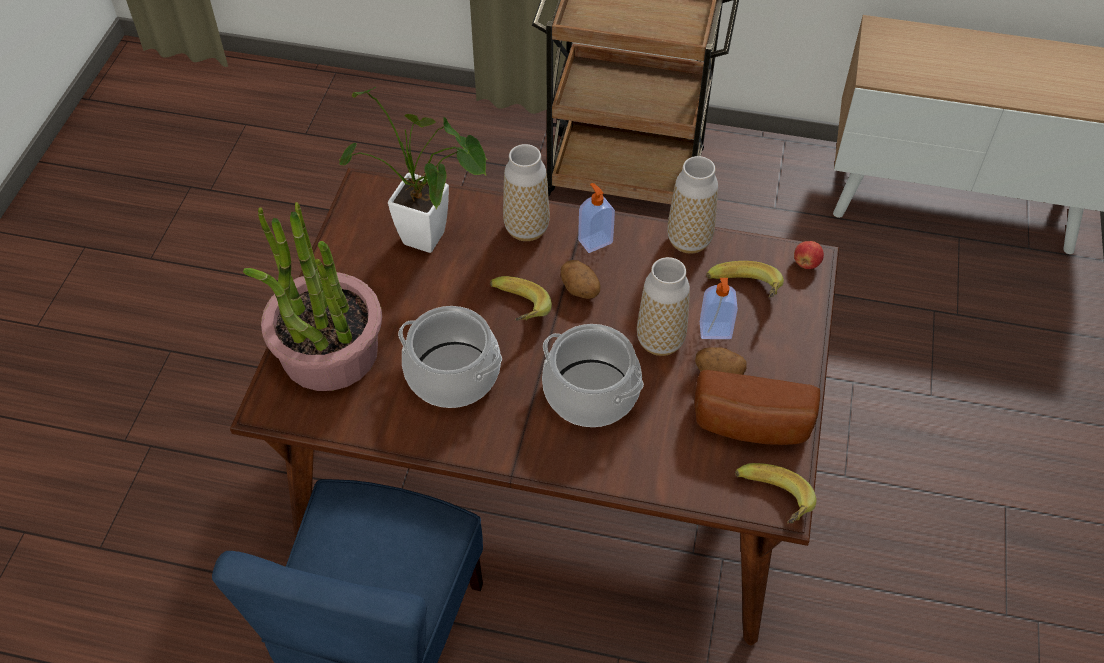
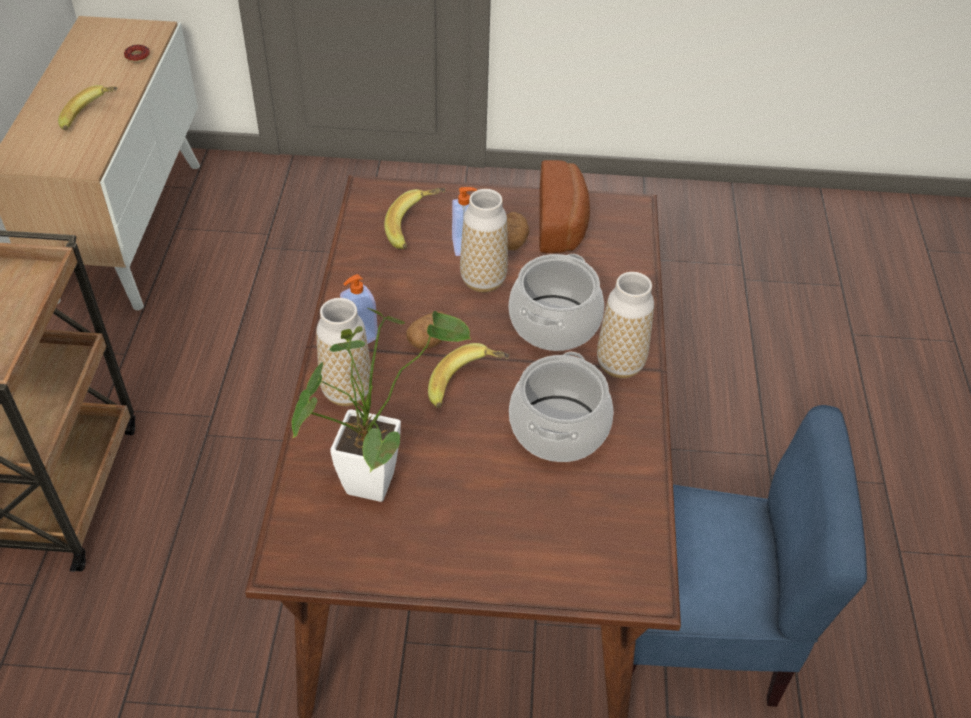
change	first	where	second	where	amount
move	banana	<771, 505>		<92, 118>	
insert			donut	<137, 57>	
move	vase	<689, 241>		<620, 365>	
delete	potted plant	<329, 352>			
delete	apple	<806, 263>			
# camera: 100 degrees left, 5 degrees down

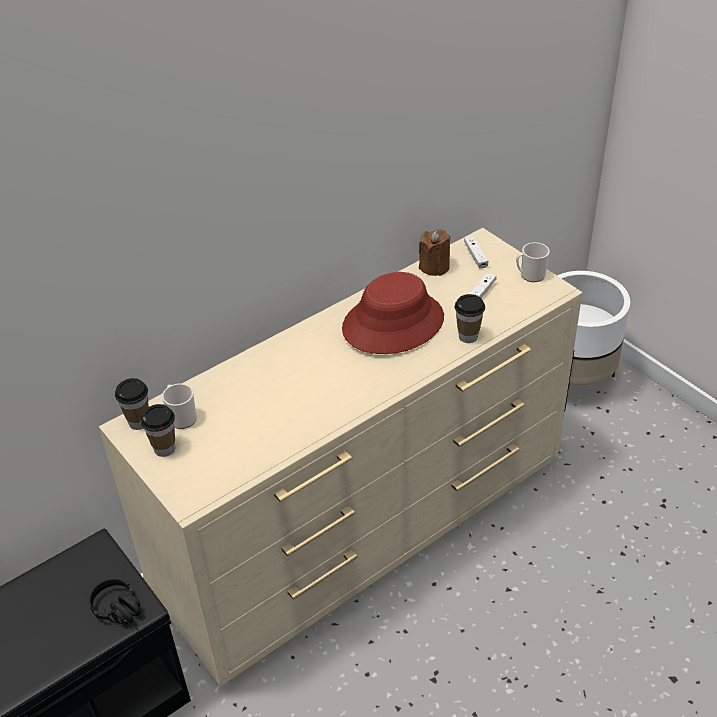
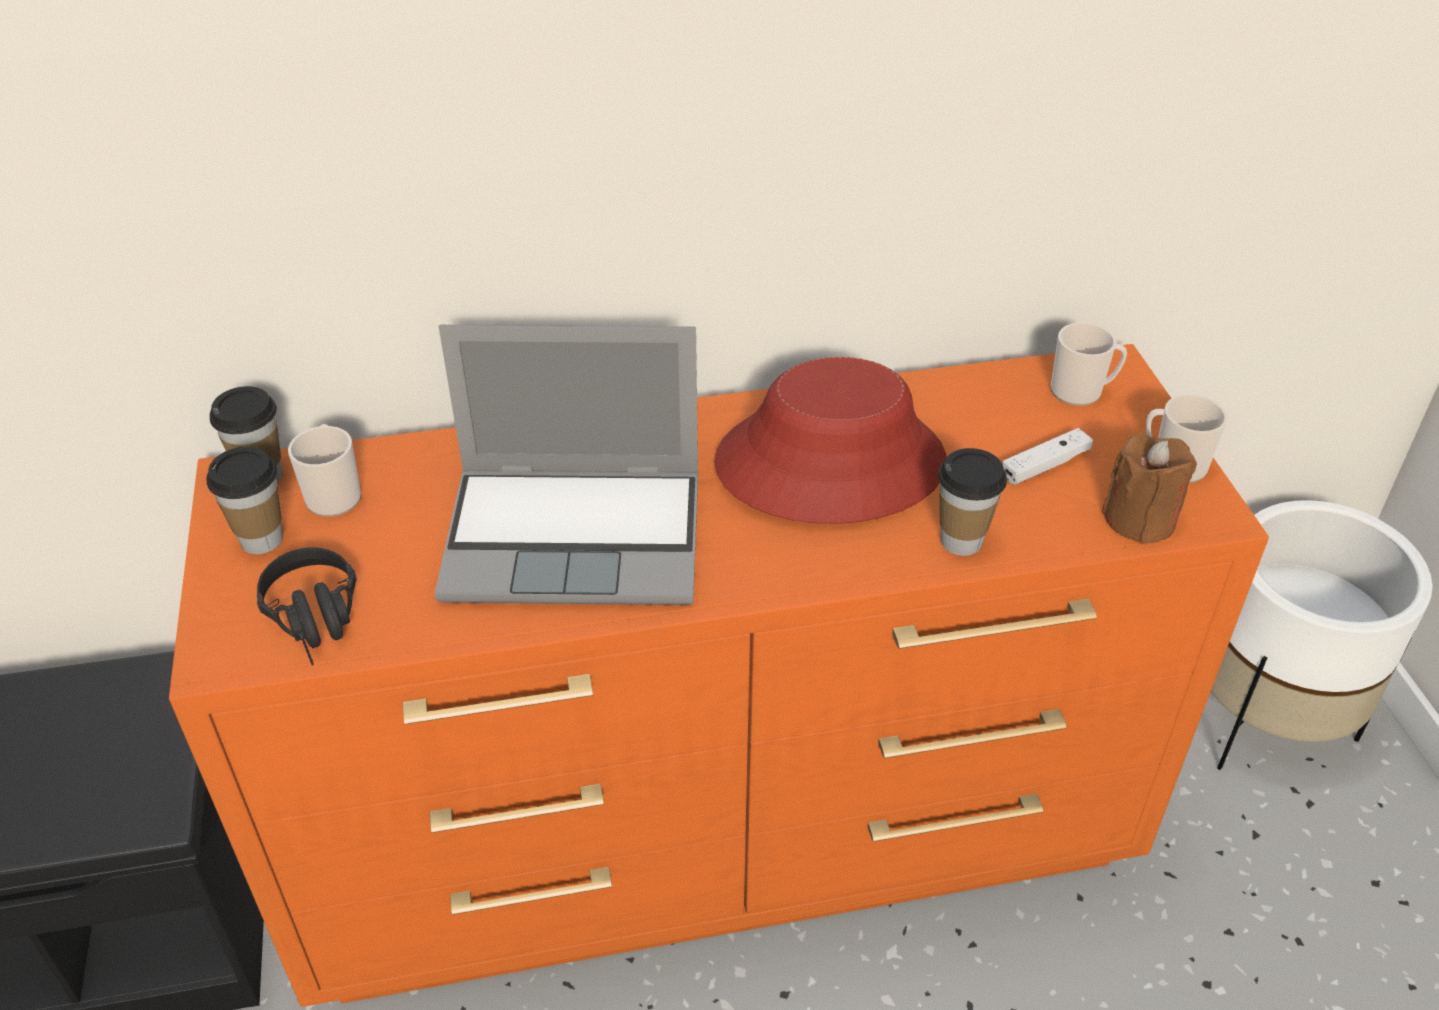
change	first	where	second	where	amount
recolor	beige dresser	<366, 532>	orange dresser	<722, 840>	
move	black headphones	<123, 612>		<318, 623>	
insert			laptop	<578, 536>	
replace	white game controller	<475, 256>	mug	<1082, 391>	
move	brown candle	<434, 267>		<1140, 519>	
# camera: 25 degrees right, 0 degrees up

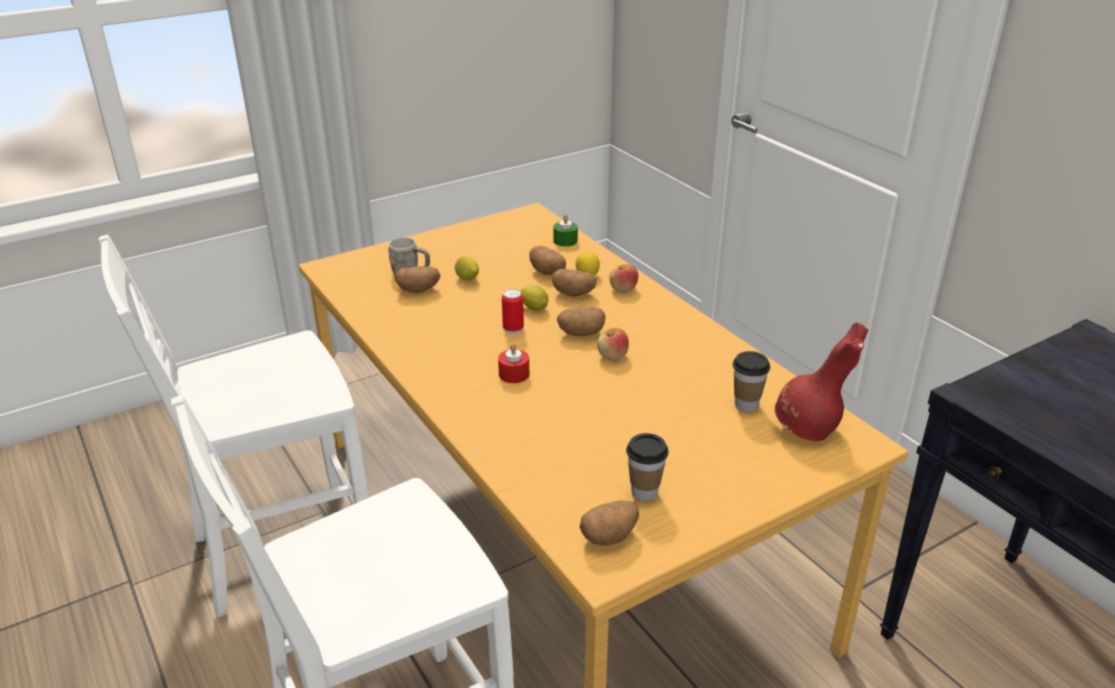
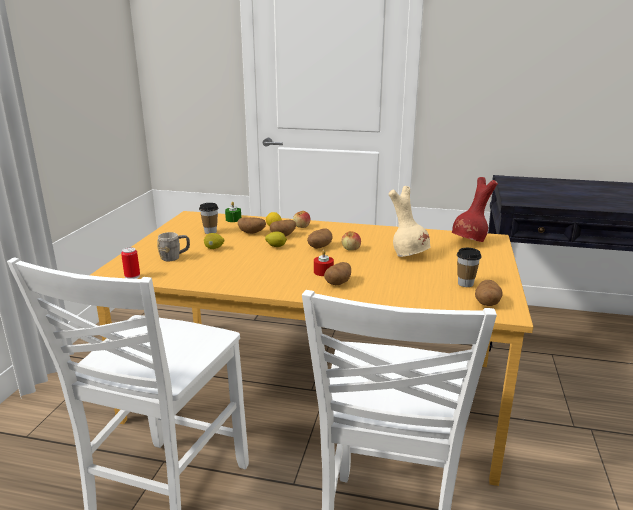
change	first	where	second	where	amount
move	can	<513, 329>		<132, 276>	
move	cup	<746, 405>		<210, 232>	
move	potato	<418, 290>		<338, 283>	
insert			beige vase	<409, 255>	
# camera: 45 degrees left, 10 degrees down

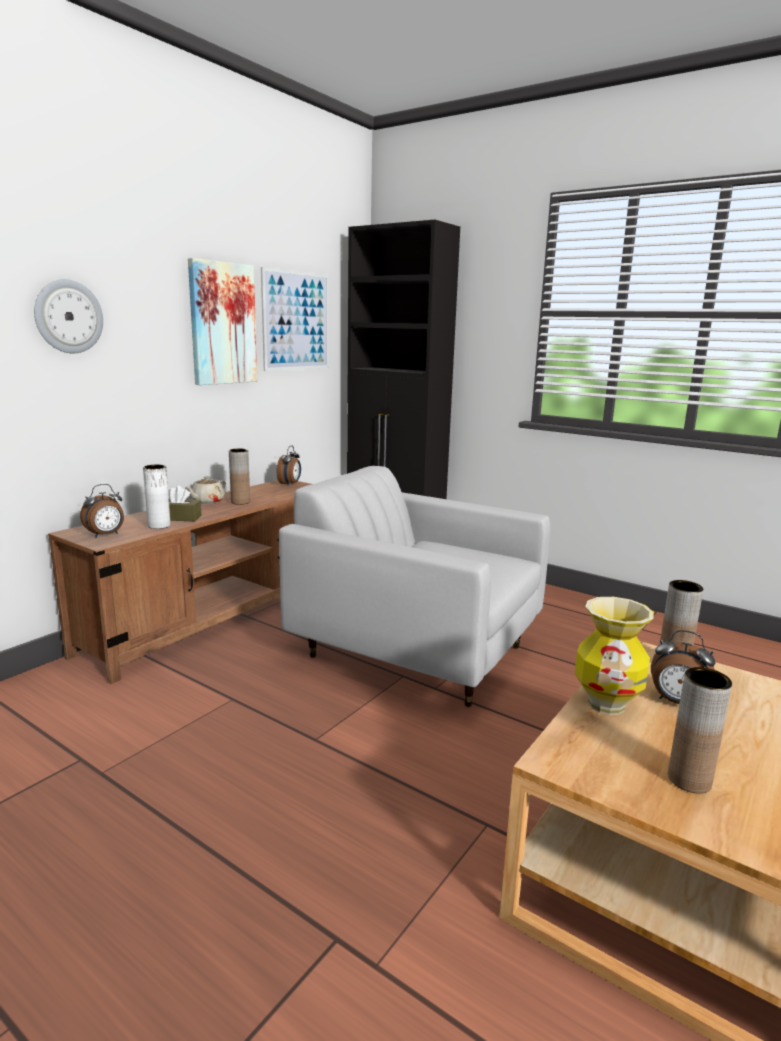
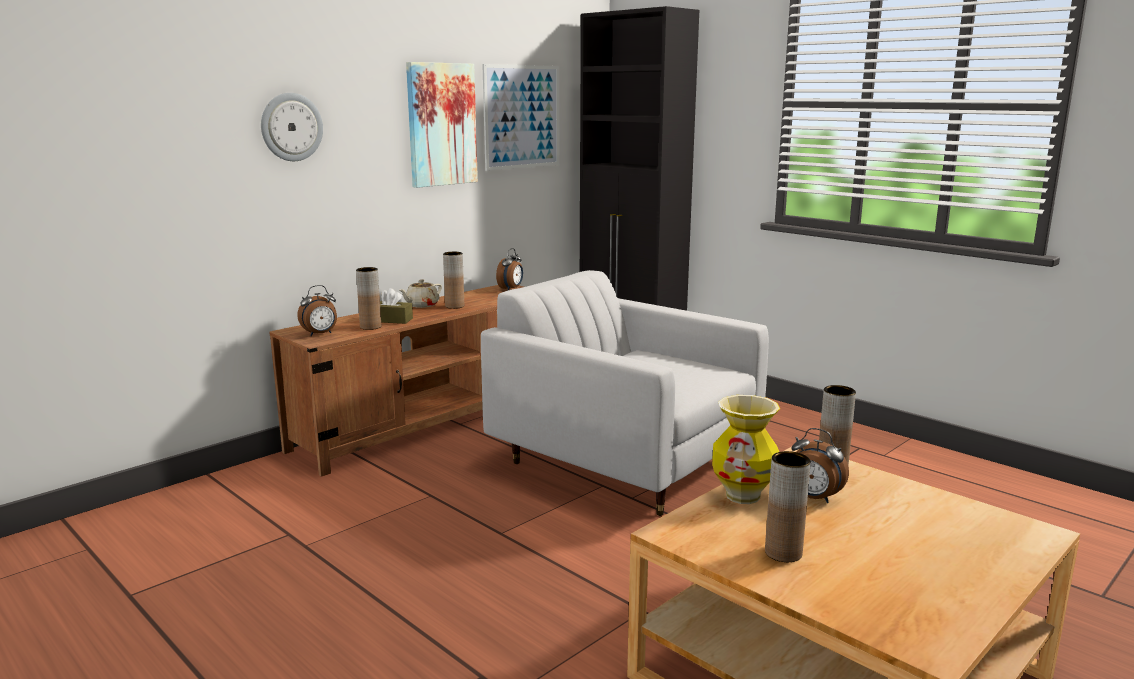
change	first	where	second	where	amount
recolor	white vase	<159, 526>	brown vase	<370, 327>	
# camera: 10 degrees right, 0 degrees up

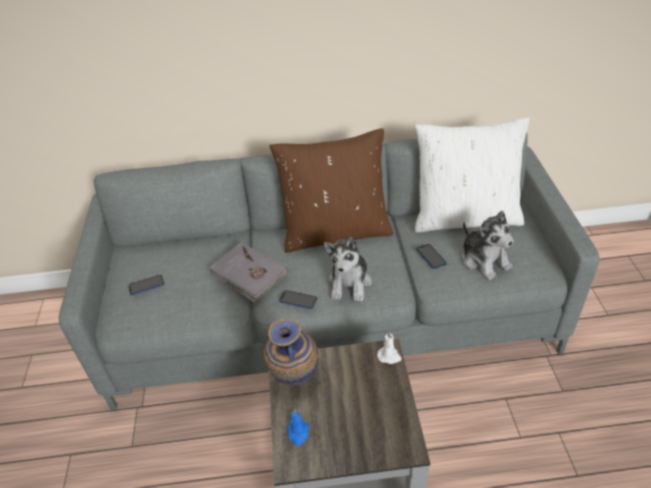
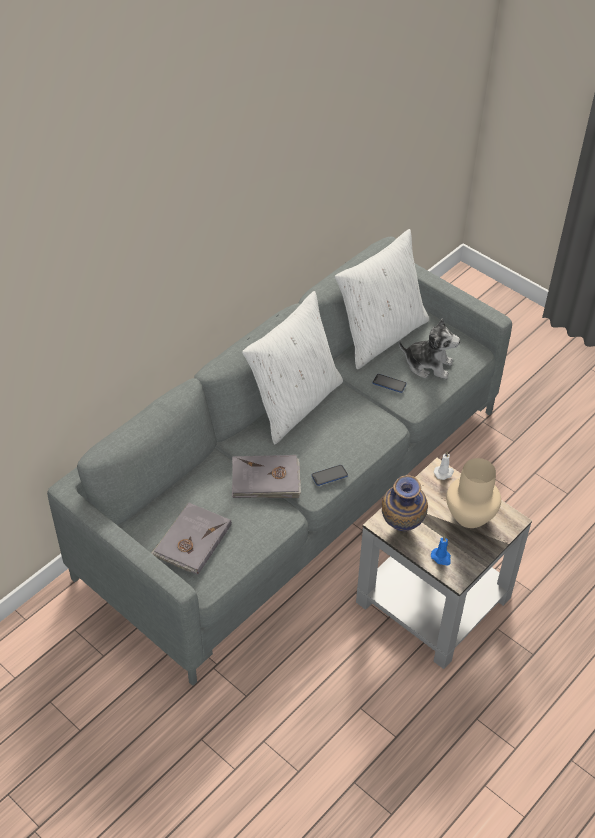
change	first	where	second	where	amount
replace	phone	<146, 285>	grey book	<191, 540>	
recolor	brown pillow	<336, 232>	white pillow	<294, 403>	
insert			beige vase	<470, 516>	
delete	plush toy	<350, 282>			
# camera: 45 degrees left, 5 degrees up

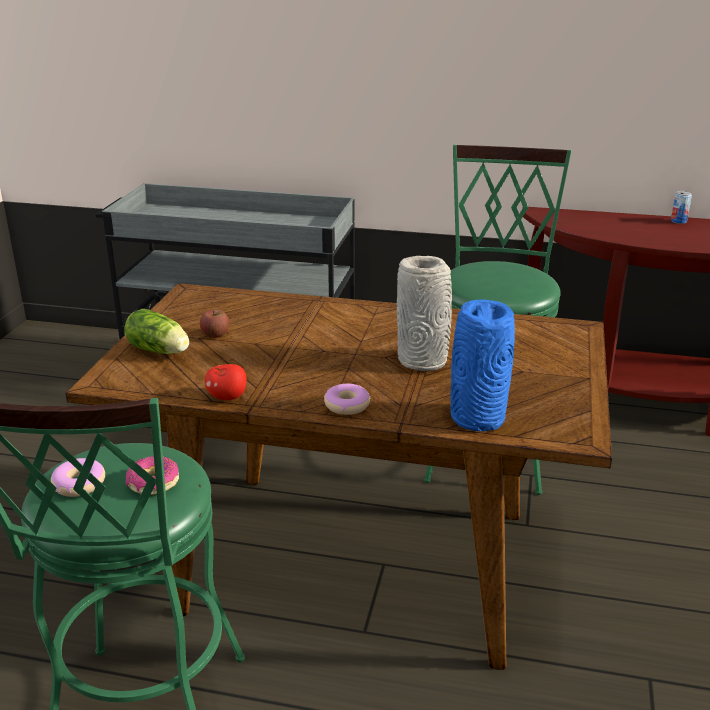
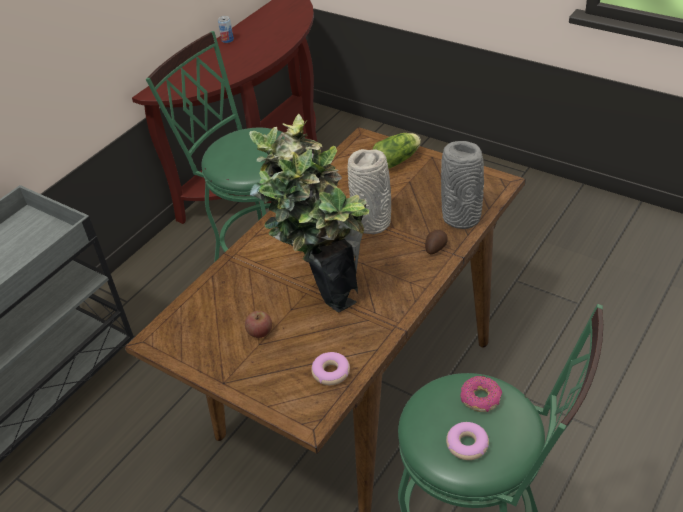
change	first	where	second	where	amount
insert			potted plant	<321, 287>	
move	donut	<347, 405>		<331, 372>	
move	lettuce	<160, 351>		<398, 159>	
insert			potato	<435, 247>	
recolor	blue vase	<477, 419>	grey vase	<462, 218>	
delete	apple	<227, 397>			
# camera: 65 degrees left, 15 degrees up

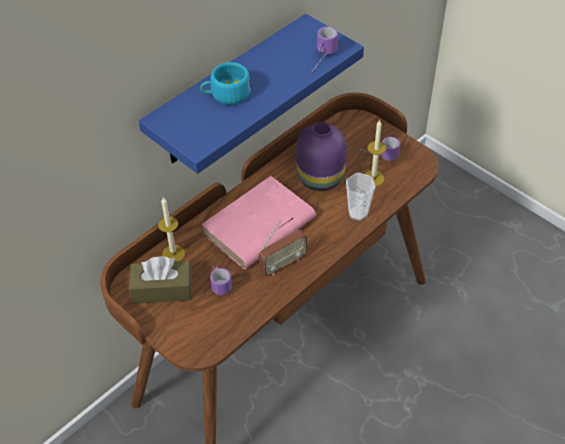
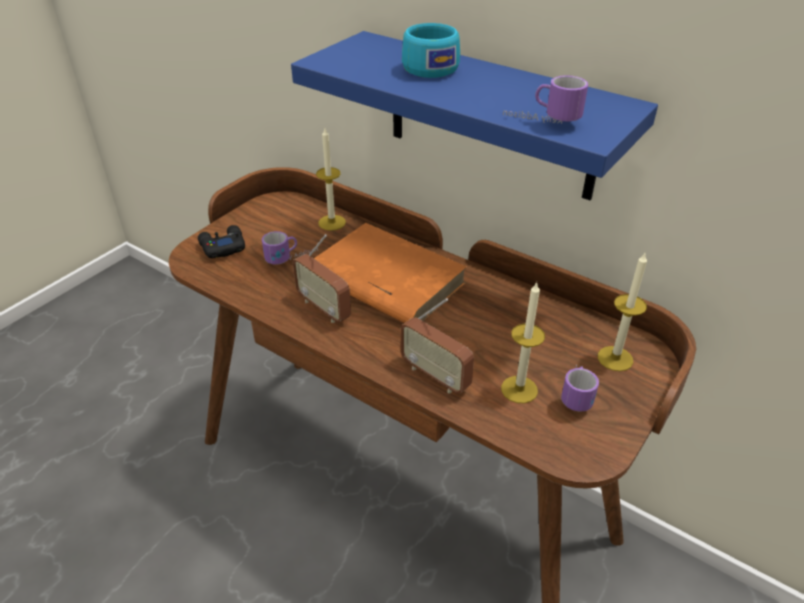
change	first	where	second	where	amount
insert			black game controller	<222, 247>	
recolor	pink book	<258, 227>	orange book	<386, 280>	
replace	cup	<358, 213>	radio	<435, 376>	
insert			candle	<615, 358>	
delete	brown tissue box	<162, 289>			
delete	purple vase	<319, 179>			
# camera: 80 degrees right, 10 degrees down

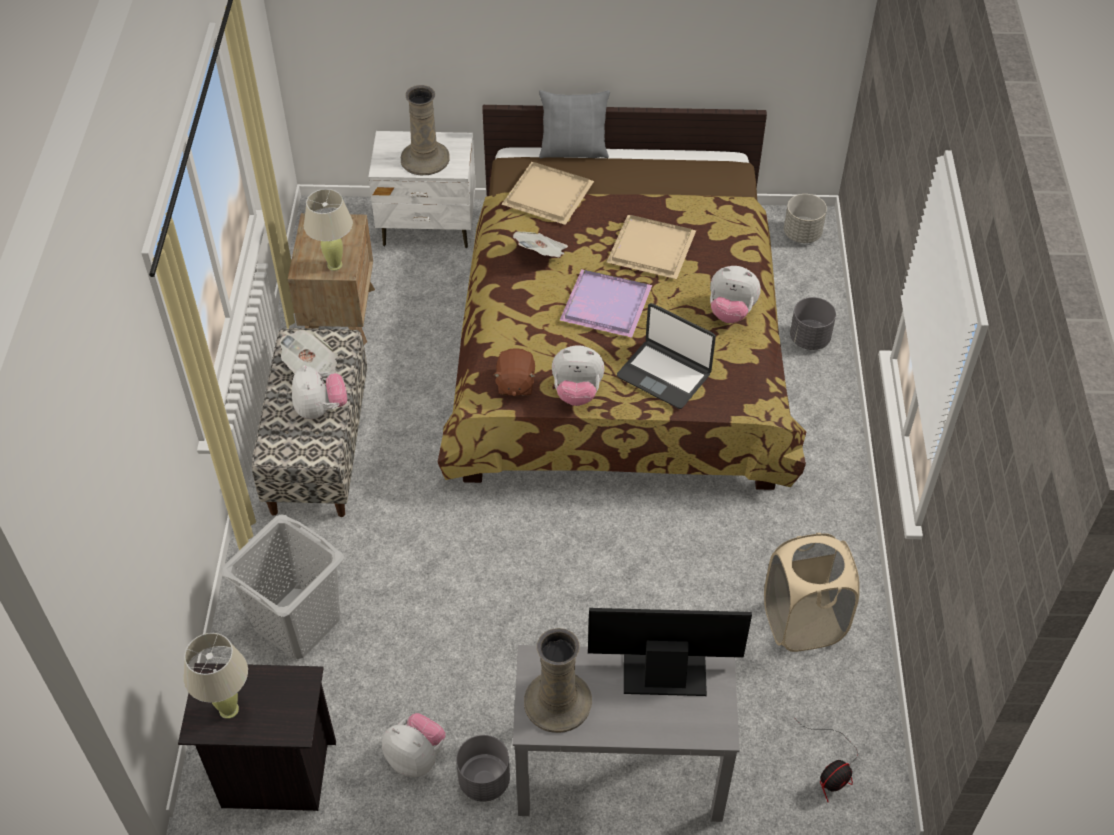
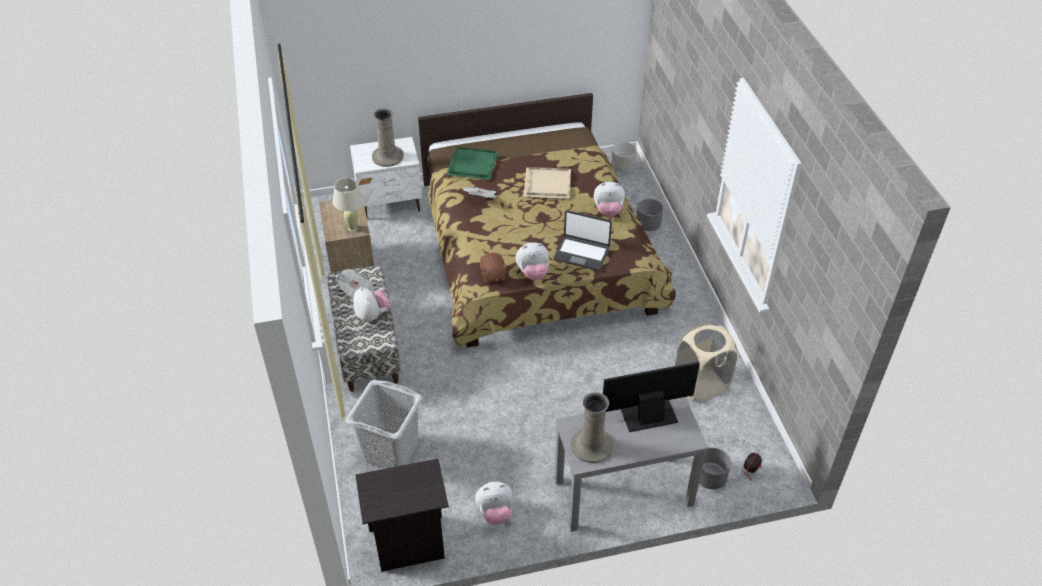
change	first	where	second	where	amount
recolor	beige tray	<548, 196>	green tray	<473, 165>	
rotate	plush toy	<416, 757>		<495, 512>	150 degrees clockwise
move	grey planter	<484, 780>		<710, 478>	
delete	beige table lamp	<229, 709>			
delete	grey pillow	<573, 150>			
delete	purple tray	<604, 306>			
# camera: 15 degrees left, 5 degrees down

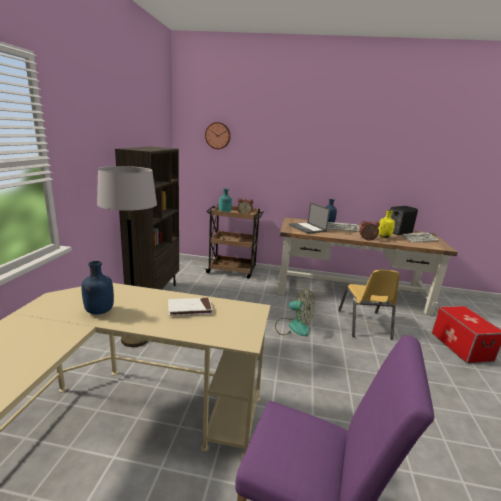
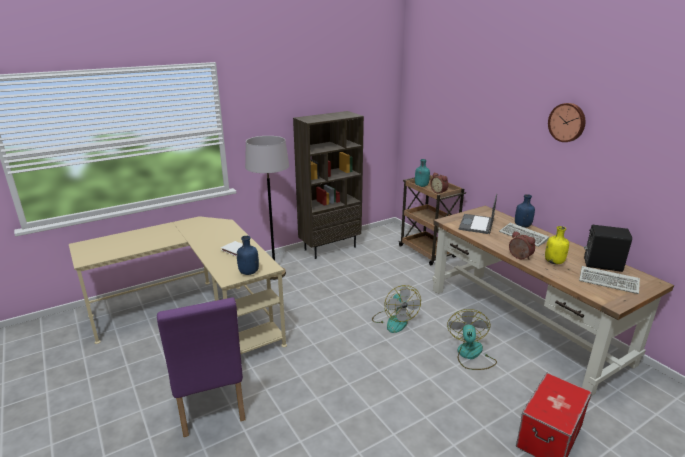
change	first	where	second	where	amount
move	blue bottle	<99, 311>		<248, 272>	
replace	yellow chair	<364, 324>	fan	<471, 355>	
move	wall clock	<218, 135>		<567, 122>	
# camera: 50 degrees right, 5 degrees up

